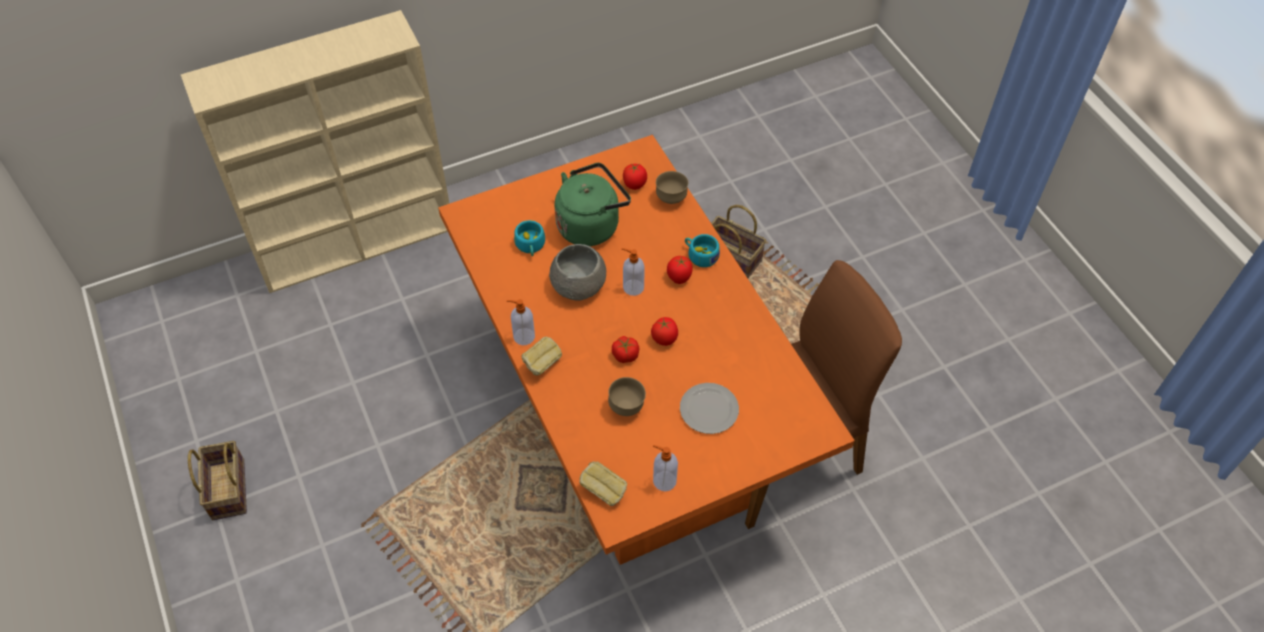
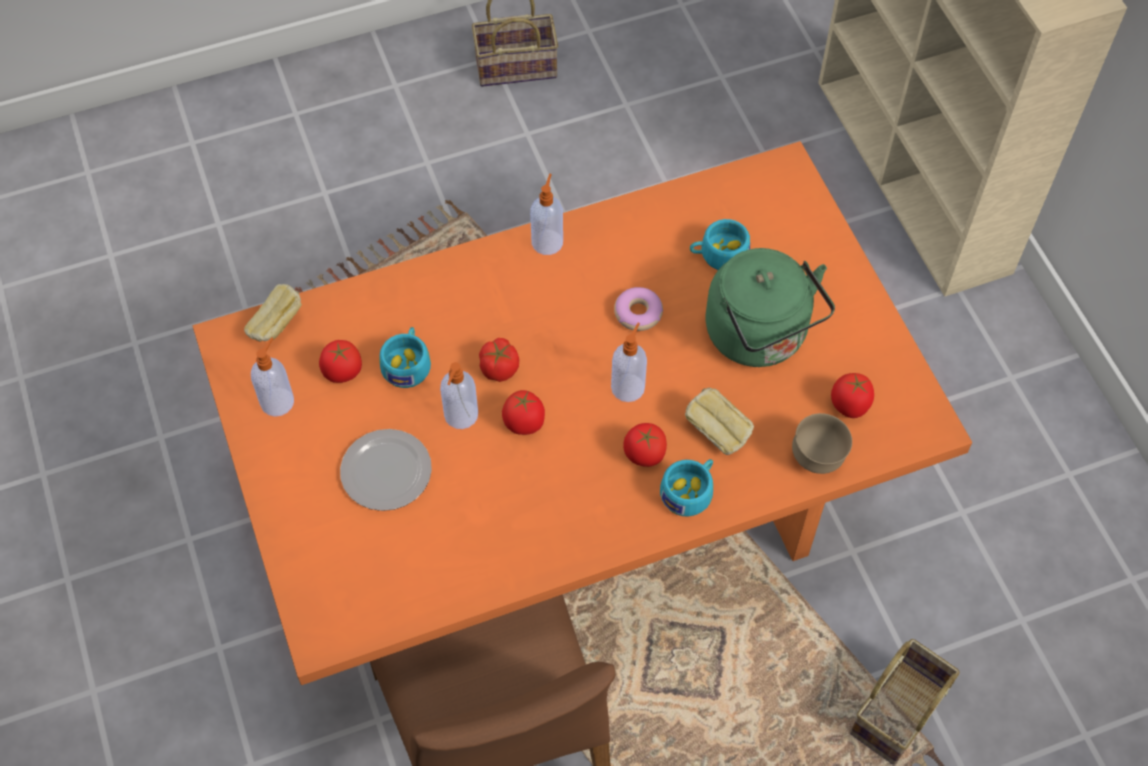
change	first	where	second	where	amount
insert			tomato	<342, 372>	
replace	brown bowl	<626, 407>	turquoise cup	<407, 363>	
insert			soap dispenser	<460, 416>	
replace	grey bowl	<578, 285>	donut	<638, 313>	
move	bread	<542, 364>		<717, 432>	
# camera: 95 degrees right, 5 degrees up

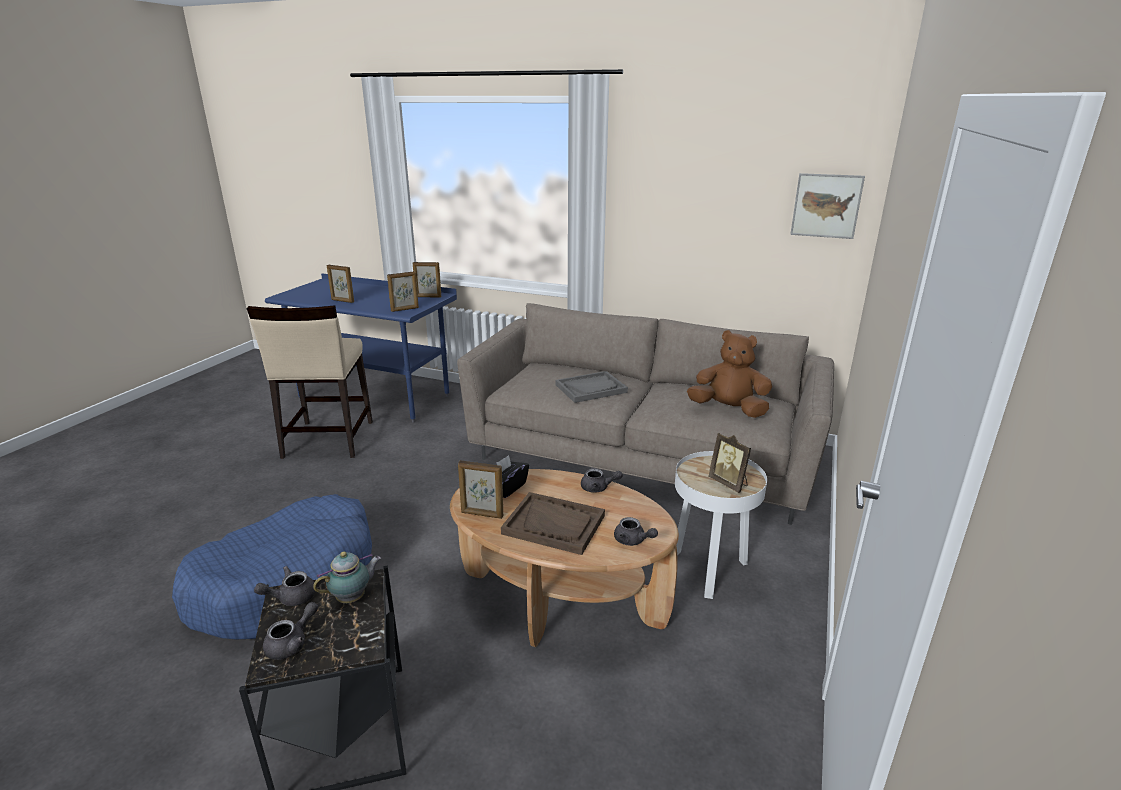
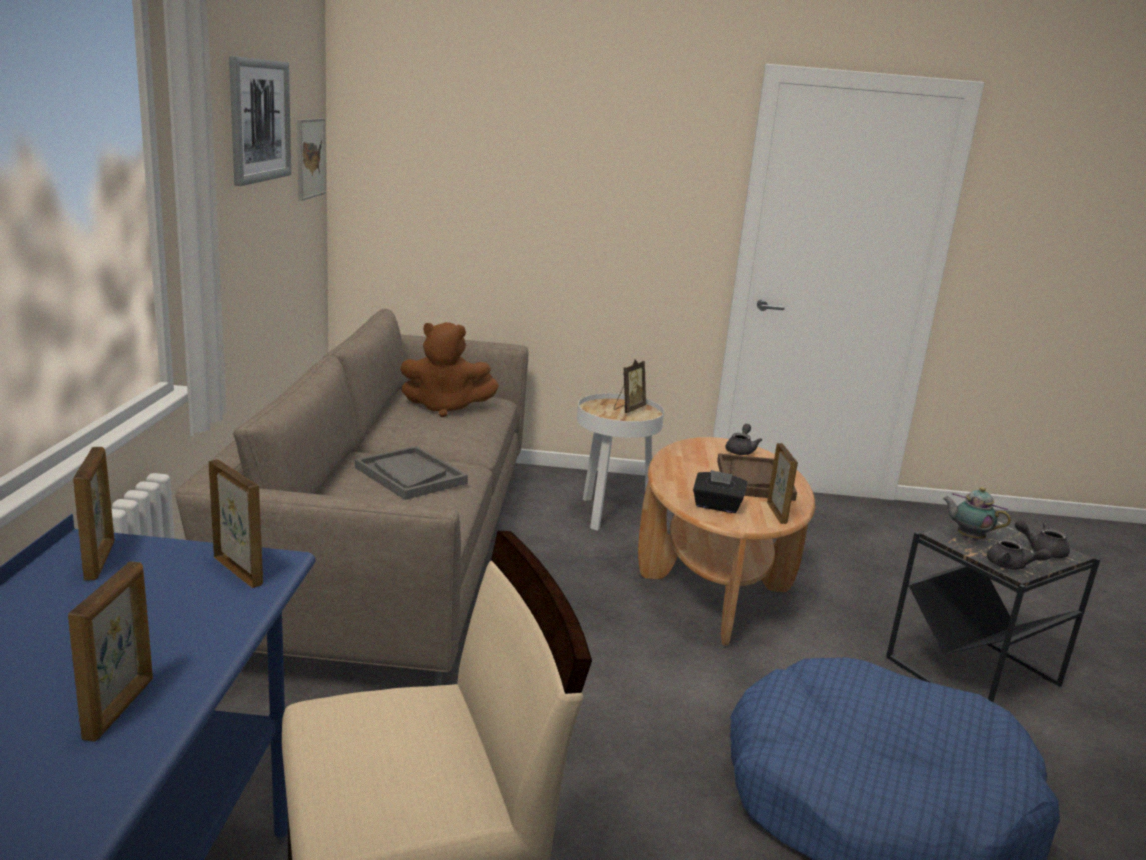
change	first	where	second	where	amount
insert			picture	<259, 120>	
rotate	brown plush toy	<728, 409>		<445, 408>	90 degrees counterclockwise
delete	grey teapot	<598, 488>			
# camera: 110 degrees left, 5 degrees down

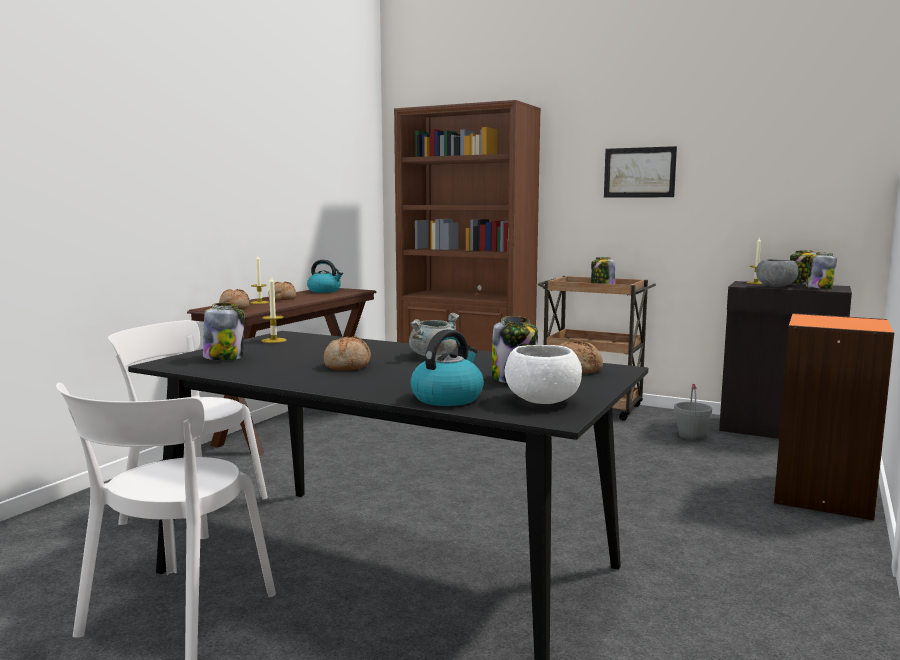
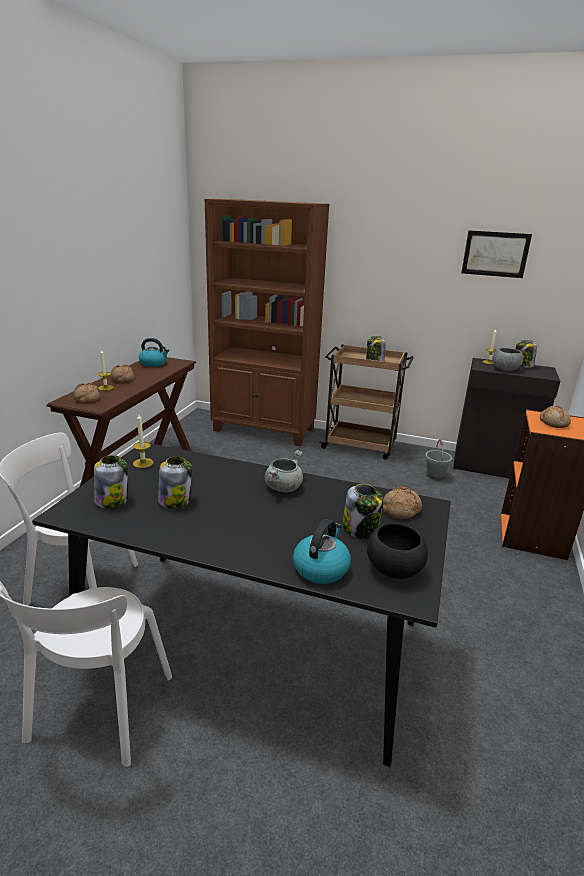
change	first	where	second	where	amount
move	jar	<819, 288>		<175, 500>	
recolor	white bowl	<541, 401>	black bowl	<393, 569>	
move	picture	<639, 172>		<495, 254>	
move	bread	<348, 365>		<554, 423>	
# camera: 10 degrees left, 15 degrees up

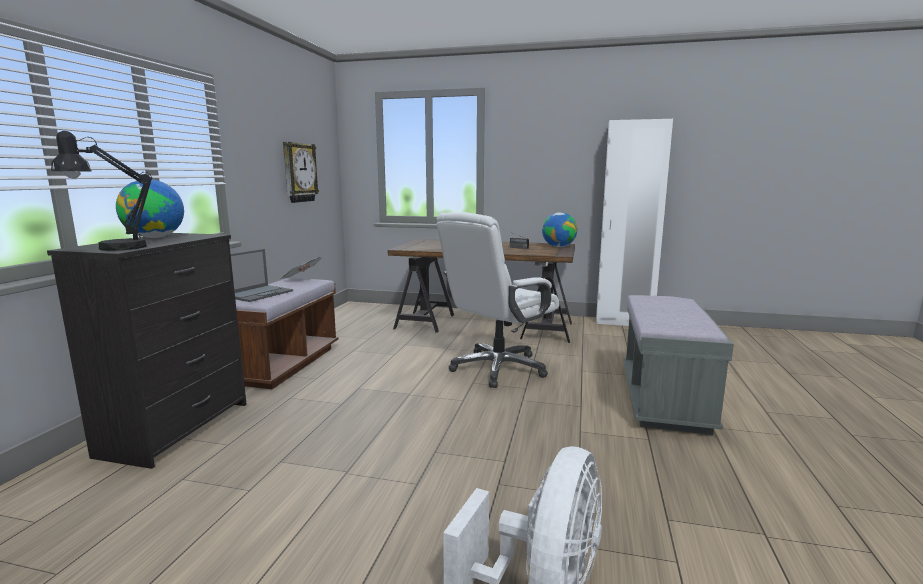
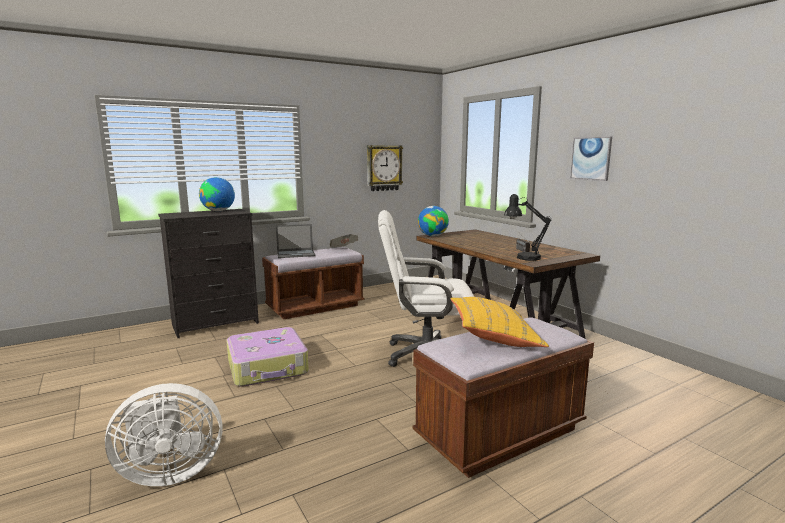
change	first	where	second	where	amount
insert			suitcase	<268, 367>	
recolor	grey bench	<664, 399>	brown bench	<500, 434>	
move	globe	<558, 247>		<433, 236>	
insert			yellow pillow	<494, 337>	
move	black table lamp	<112, 248>		<523, 257>	
insert			picture	<591, 158>	
delete	white wardrobe	<624, 323>			
# camera: 45 degrees right, 0 degrees up

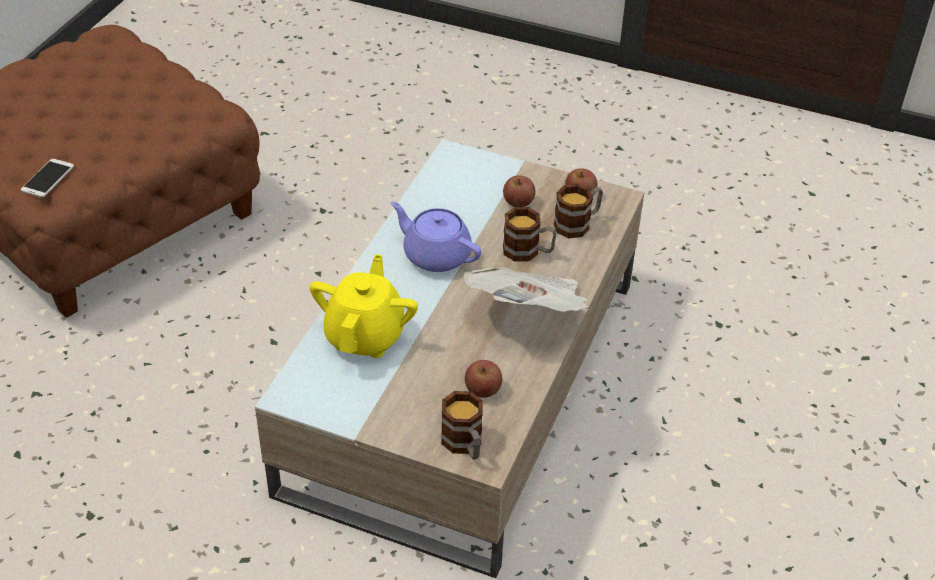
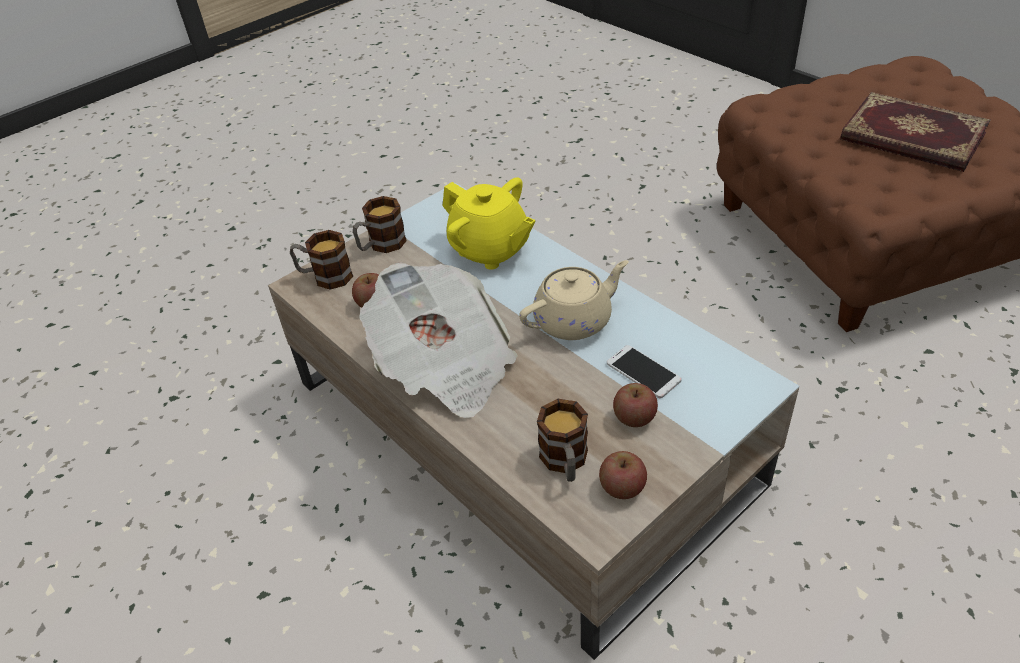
change	first	where	second	where	amount
move	mug	<528, 251>		<381, 245>	
recolor	purple teapot	<435, 255>	beige teapot	<574, 320>	
move	phone	<48, 178>		<643, 372>	
insert			book	<911, 138>	
# camera: 120 degrees right, 0 degrees up

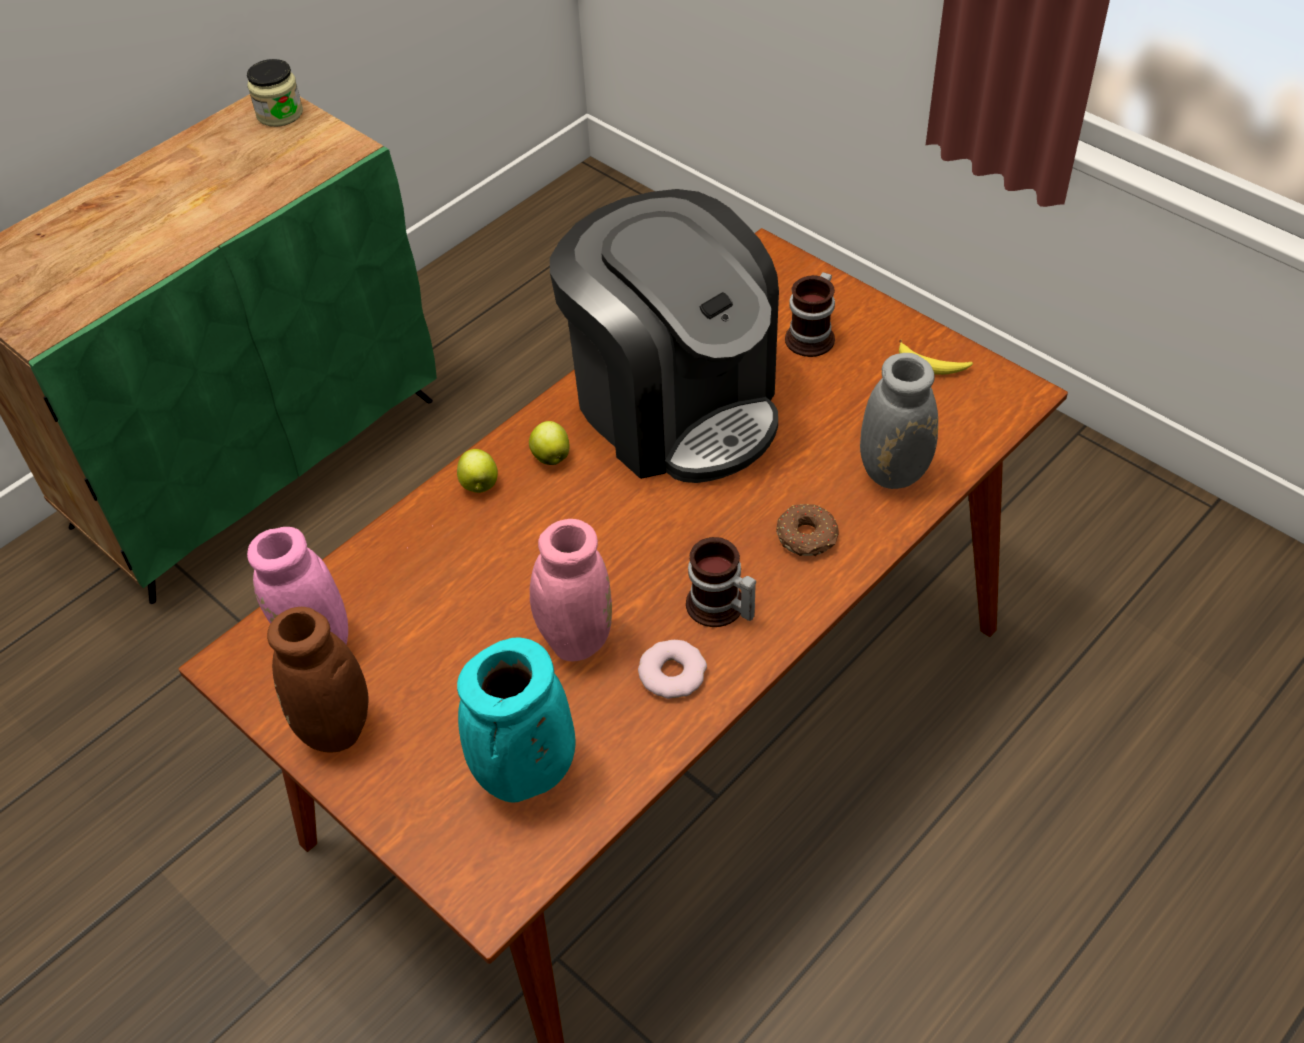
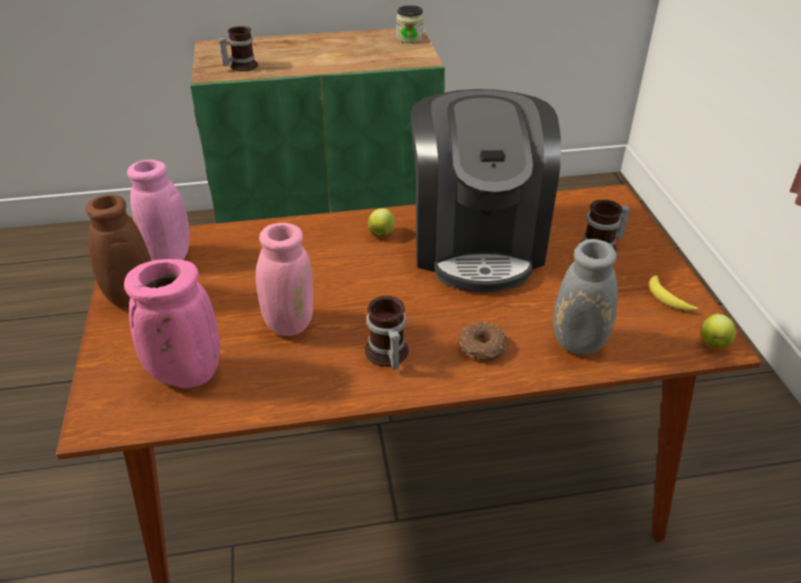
change	first	where	second	where	amount
recolor	turquoise vase	<525, 777>	pink vase	<185, 375>	
insert			mug	<240, 66>	
move	apple	<479, 485>		<713, 343>	
delete	donut	<672, 673>			
# camera: 35 degrees right, 10 degrees down

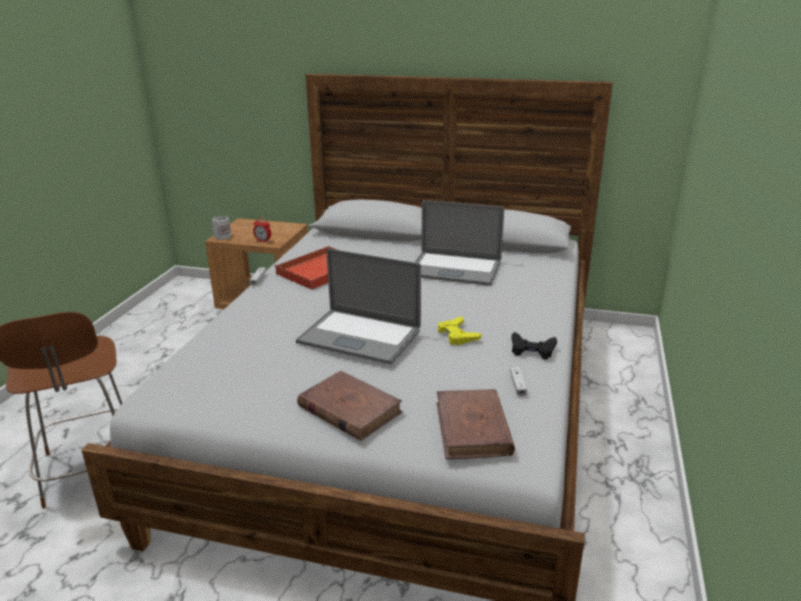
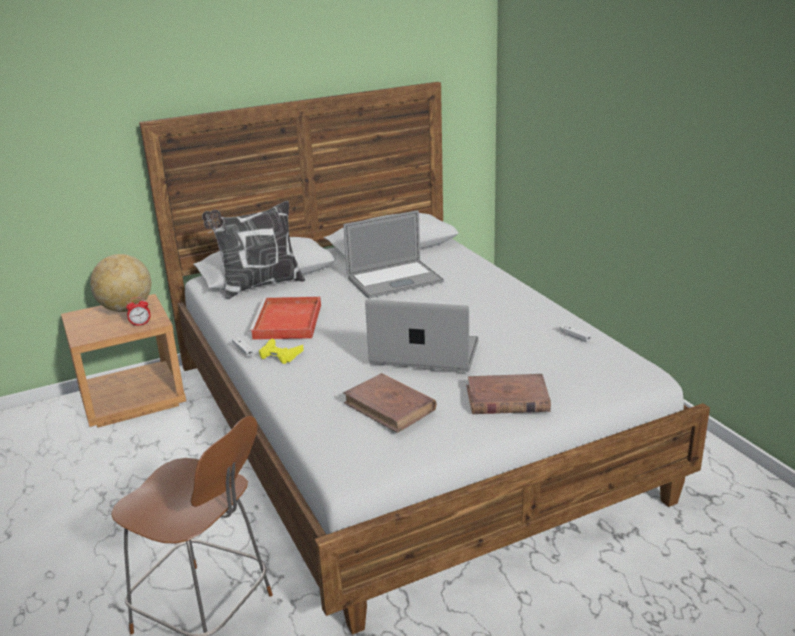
change	first	where	second	where	amount
insert			globe	<126, 309>	
insert			pillow	<259, 286>	
move	yellow game controller	<457, 335>		<280, 355>	
move	brown book	<472, 428>		<390, 406>	
rotate	laptop	<359, 336>		<425, 352>	150 degrees counterclockwise
delete	white mug	<222, 236>			
delete	black game controller	<532, 350>			
# camera: 40 degrees left, 0 degrees up

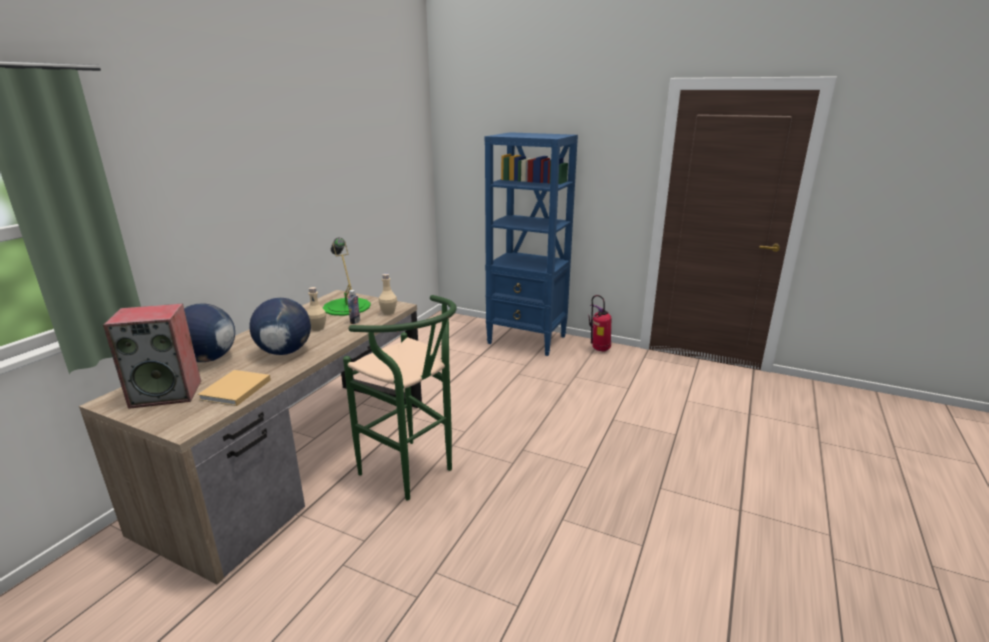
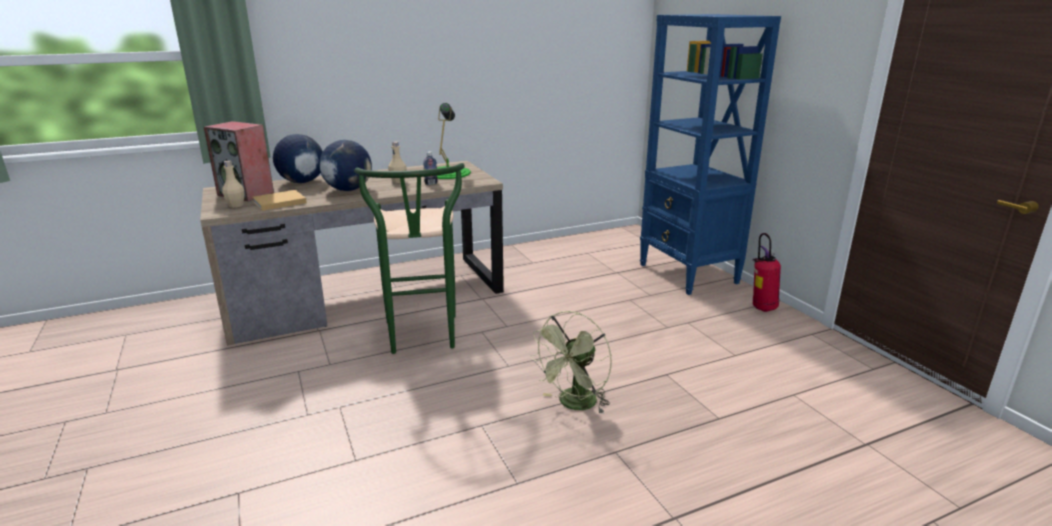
change	first	where	second	where	amount
move	beige bottle	<388, 312>		<236, 205>	
insert			green fan	<574, 405>	
# camera: 40 degrees right, 0 degrees up

